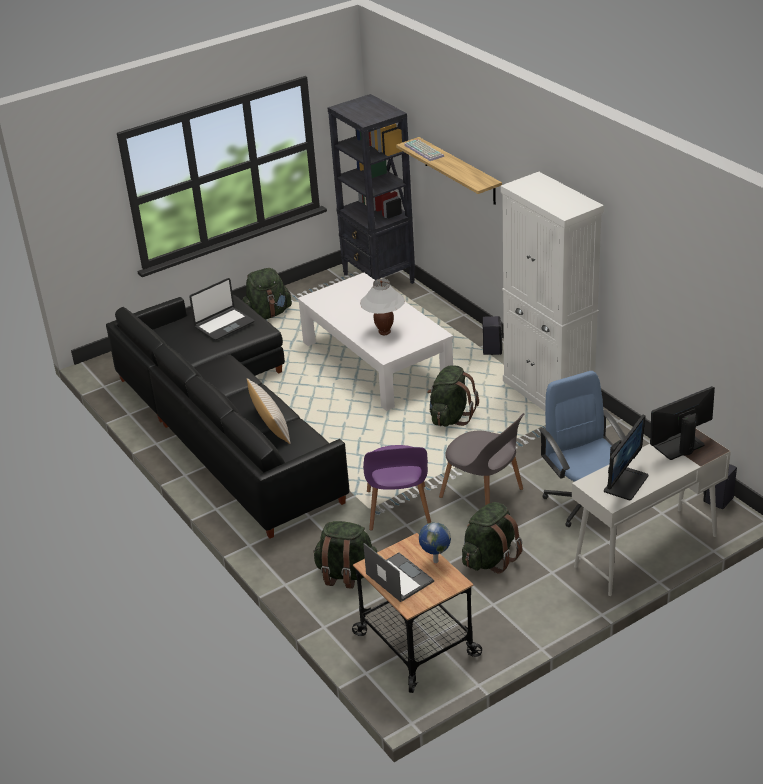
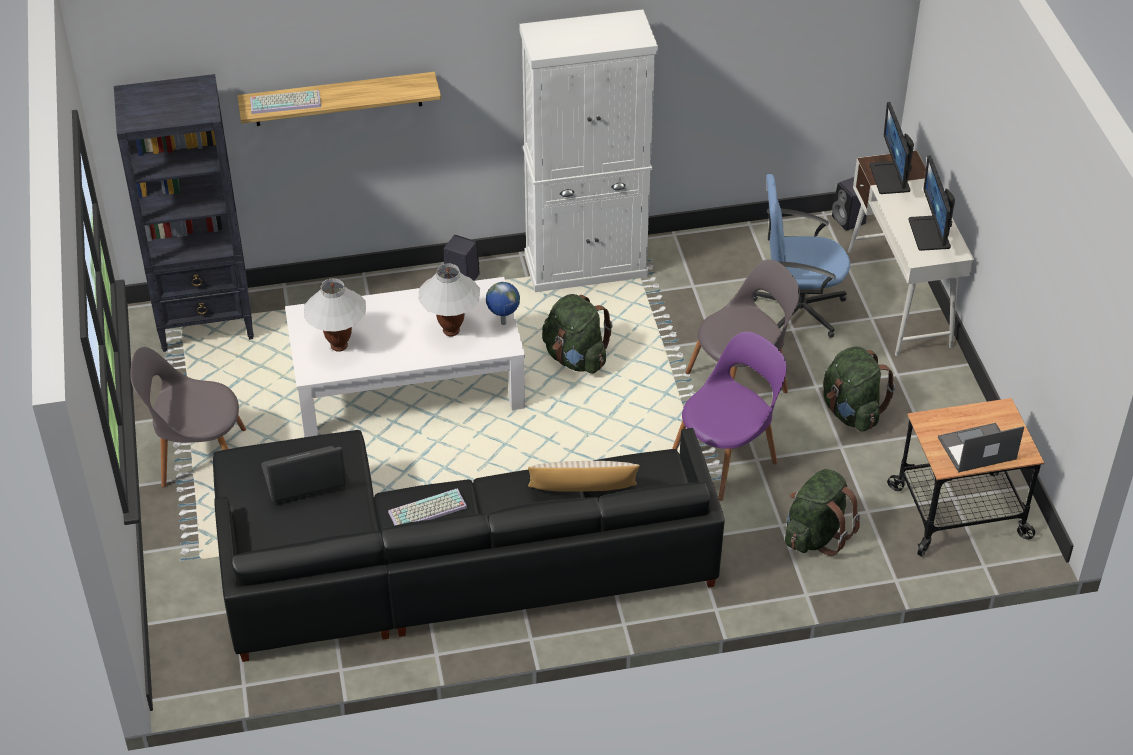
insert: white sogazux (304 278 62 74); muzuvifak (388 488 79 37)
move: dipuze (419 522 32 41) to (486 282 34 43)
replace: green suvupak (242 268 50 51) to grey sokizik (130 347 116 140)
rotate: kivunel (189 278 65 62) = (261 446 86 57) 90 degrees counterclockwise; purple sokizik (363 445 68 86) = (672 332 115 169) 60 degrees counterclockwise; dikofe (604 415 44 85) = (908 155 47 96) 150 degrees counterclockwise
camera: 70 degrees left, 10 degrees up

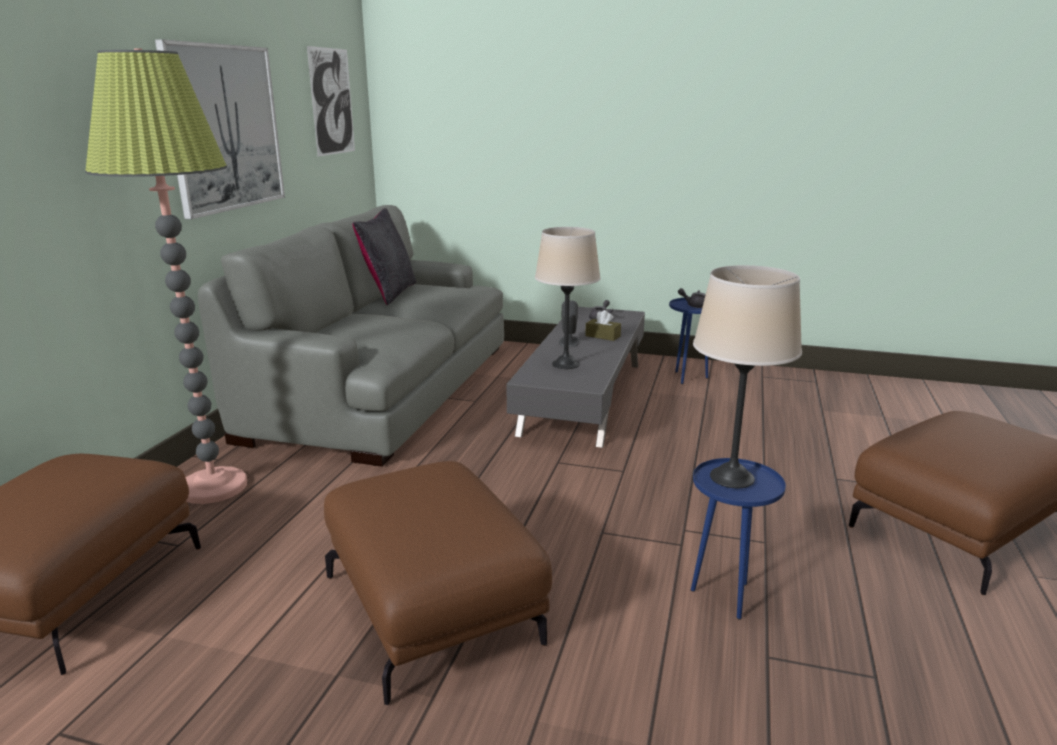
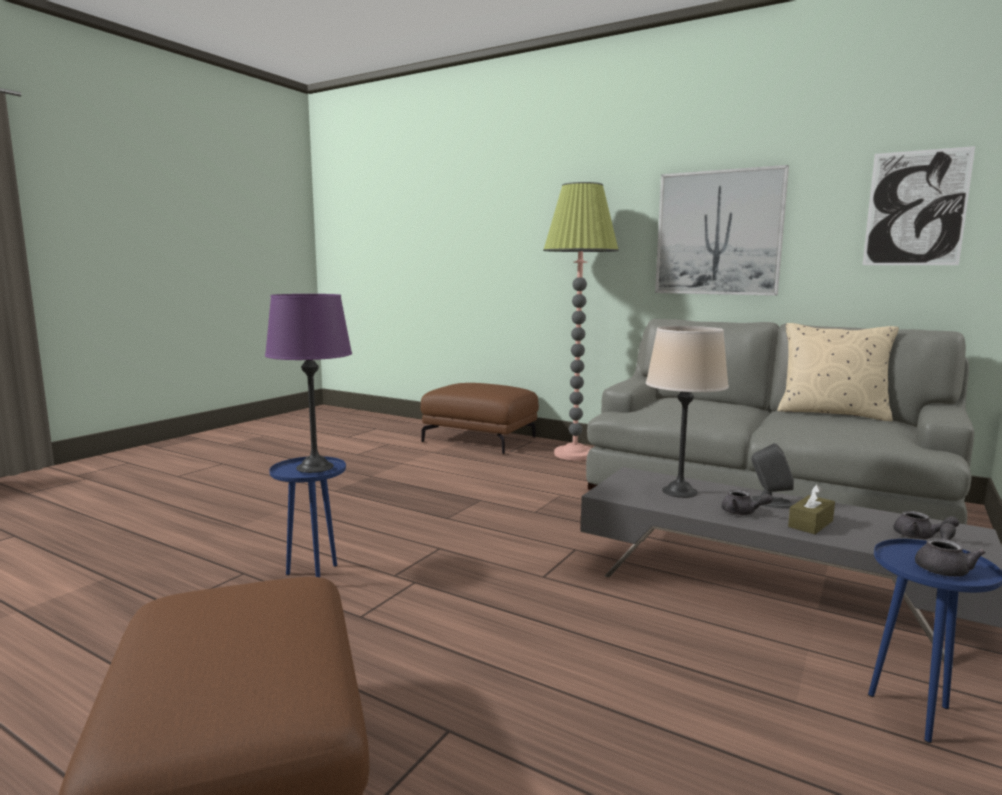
delete: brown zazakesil (324 461 228 244)
insert: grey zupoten (721 490 52 25)
recolor: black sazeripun (353 208 63 97) to beige sazeripun (777 323 122 98); beige sogazux (693 265 109 223) to purple sogazux (265 294 87 179)
camera: 105 degrees right, 10 degrees down

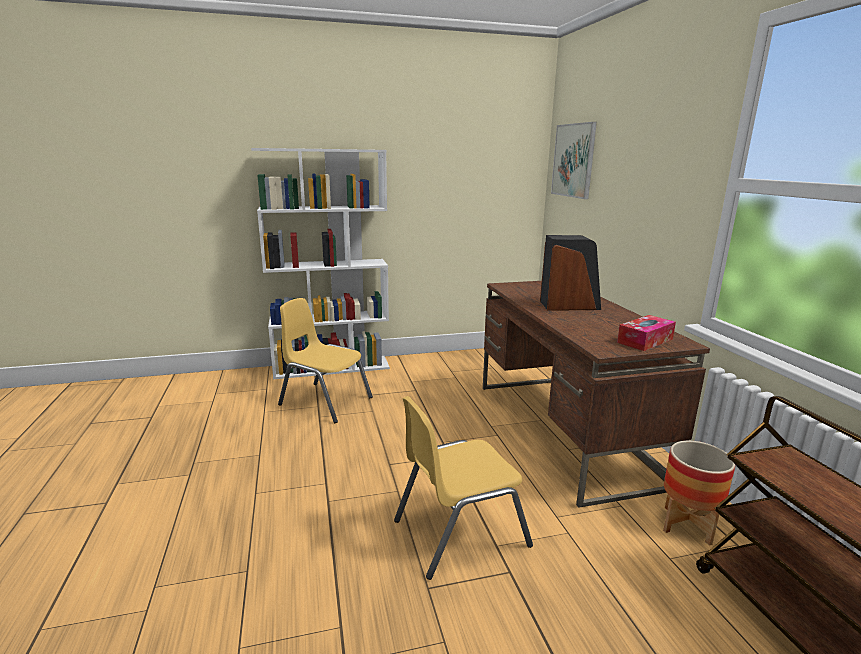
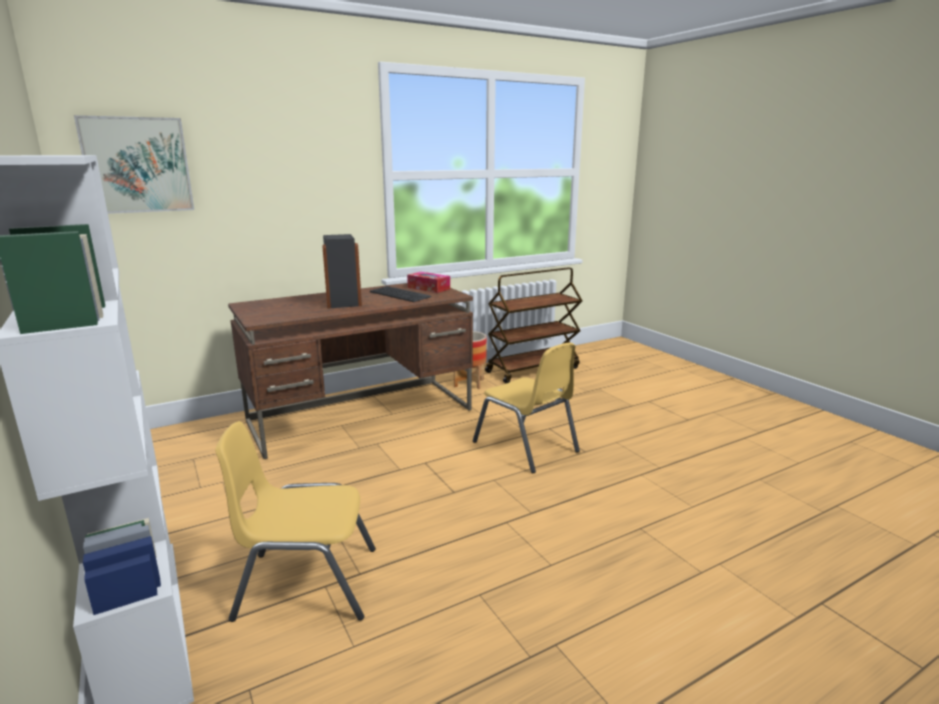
insert: muzuvifak (370 286 61 16)
rotate: yellow sokizik (278 298 95 125) = (215 421 161 201) 75 degrees clockwise
camera: 105 degrees left, 0 degrees up

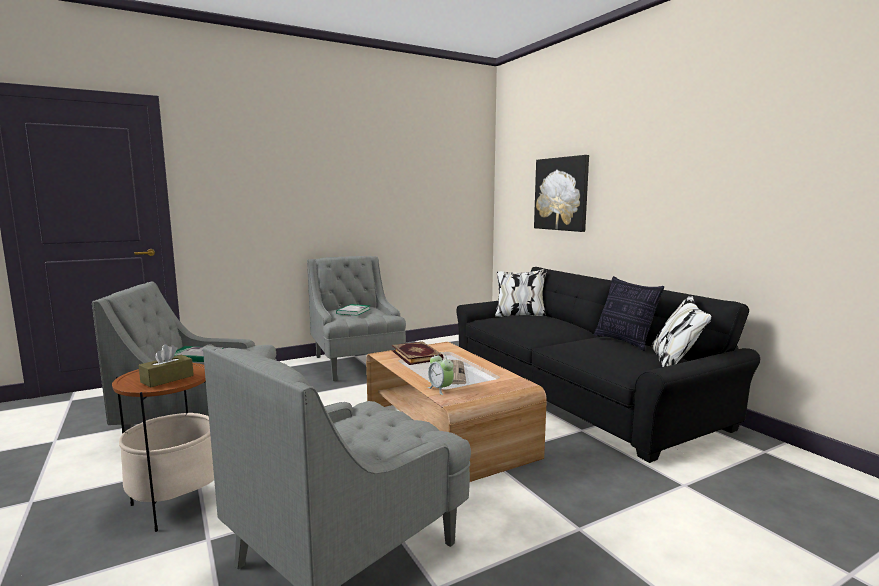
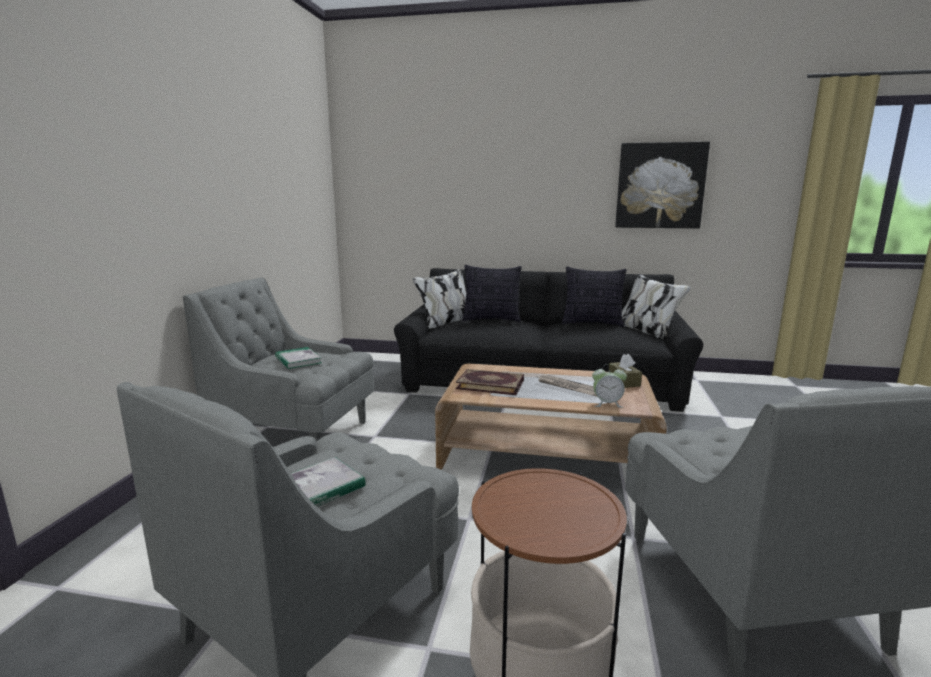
insert: sazeripun (462 265 60 57)
move: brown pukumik (138 344 56 43) to (609 354 33 34); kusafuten (534 155 55 77) to (615 142 95 87)
camera: 50 degrees left, 5 degrees up

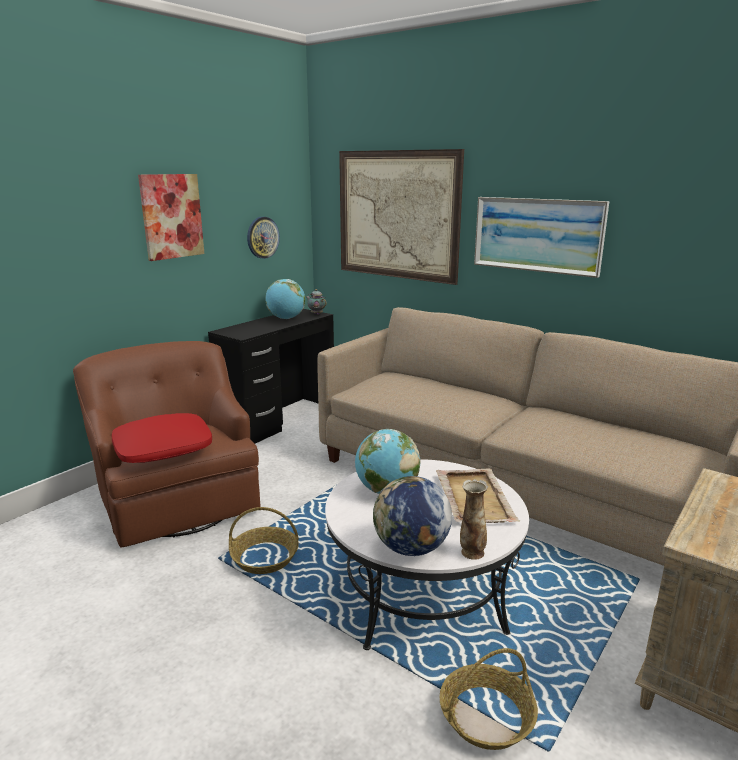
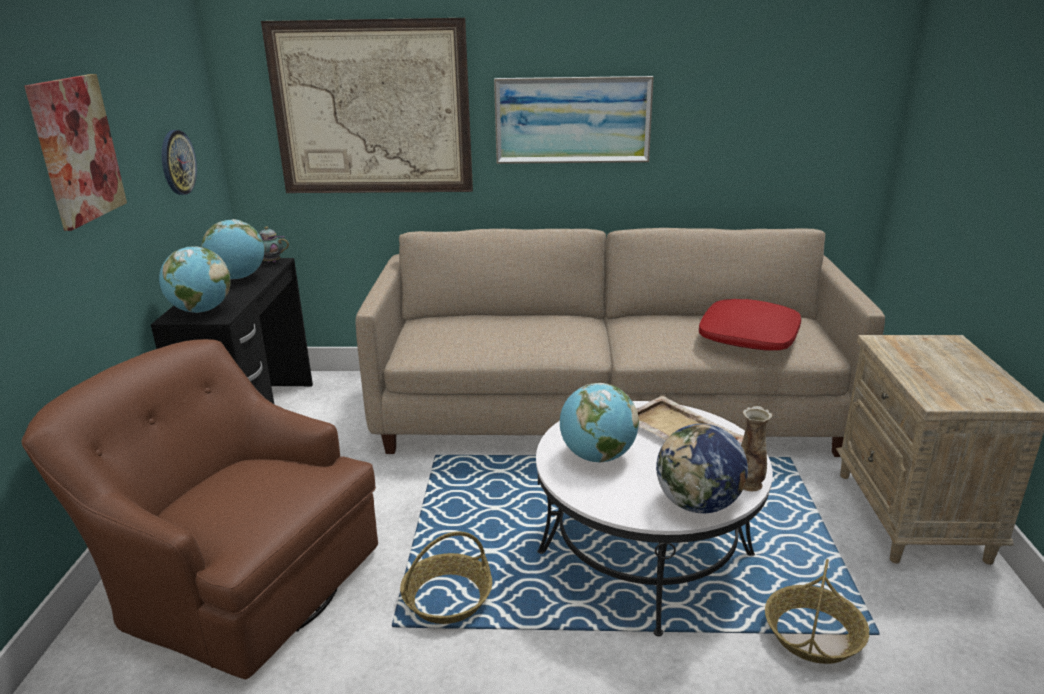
insert: dipuze (159 246 72 67)
move: red sazeripun (111 413 101 50) to (699 299 102 52)
camera: 35 degrees left, 5 degrees up

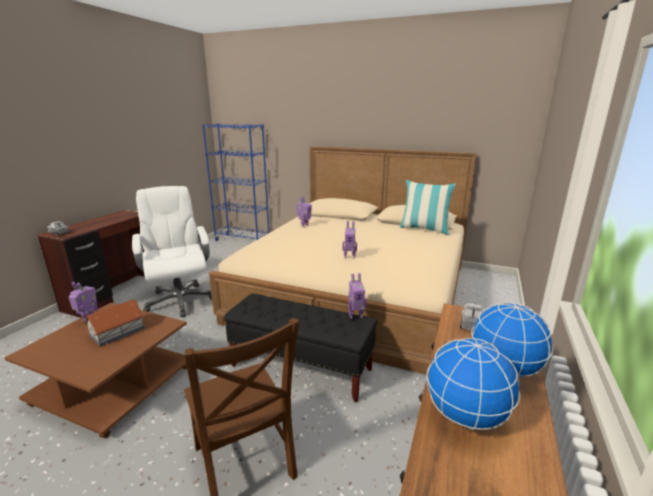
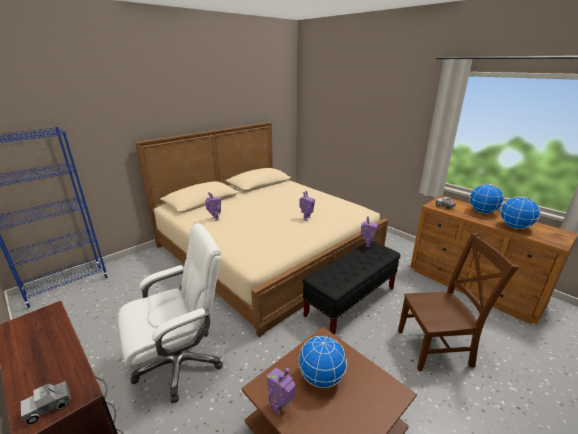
delete: sazeripun (400 180 56 55)
replace: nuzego (84 299 61 48) to dipuze (298 336 49 52)
rotate: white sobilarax (132 186 80 131) = (118 223 105 180) 150 degrees clockwise
camera: 65 degrees left, 5 degrees up

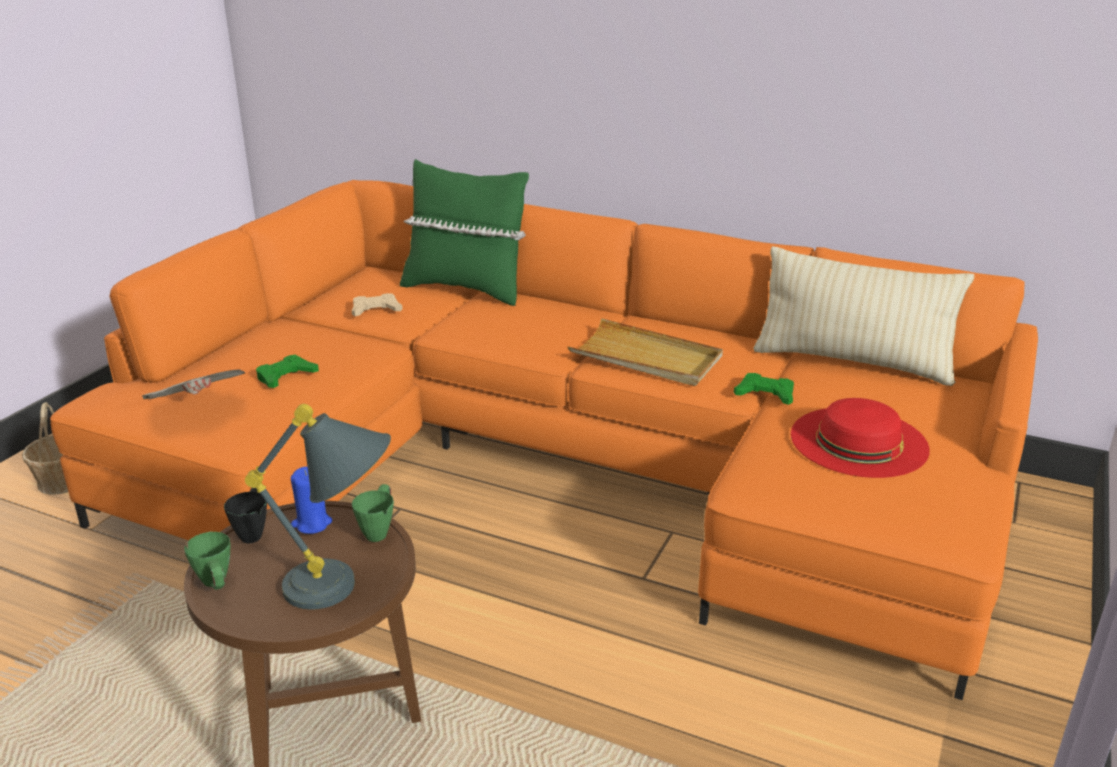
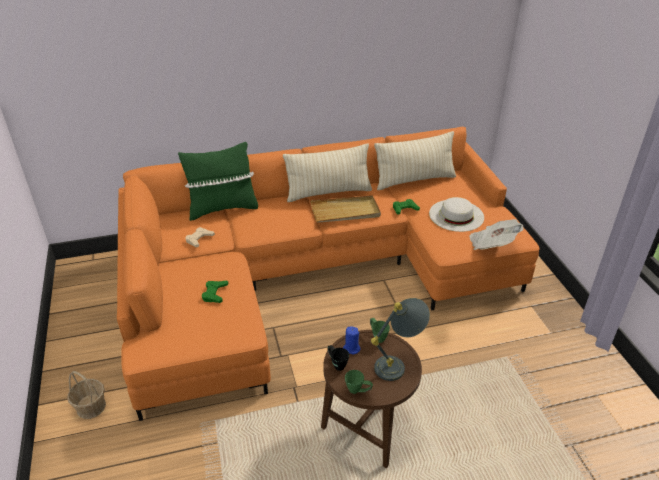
insert: beige sazeripun (283 143 89 59)
move: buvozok (141 369 104 30) to (469 219 54 31)
recolor: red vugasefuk (791 398 139 80) to white vugasefuk (429 197 55 35)
camera: 40 degrees left, 10 degrees up

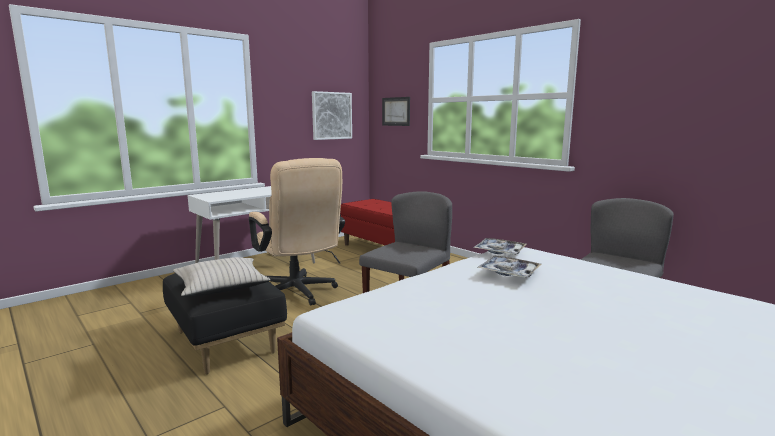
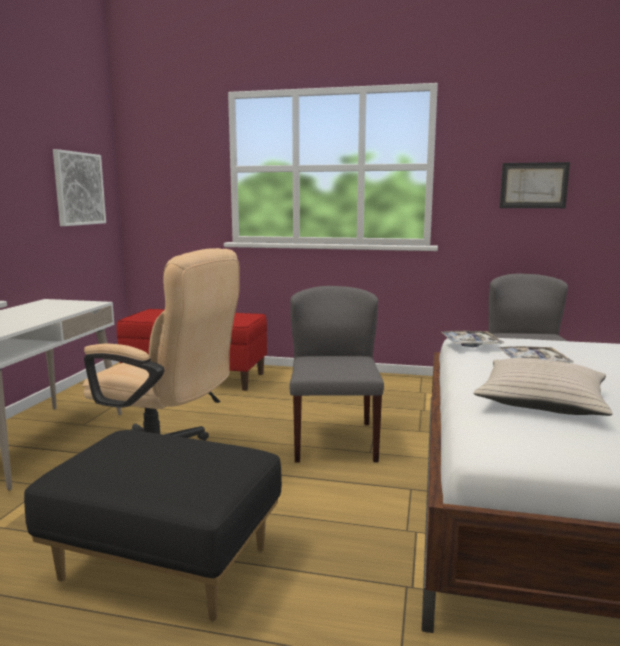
move: beige sazeripun (173 257 98 40) to (474 358 139 58); kusafuten (382 97 28 29) to (500 162 70 46)
camera: 35 degrees left, 0 degrees up

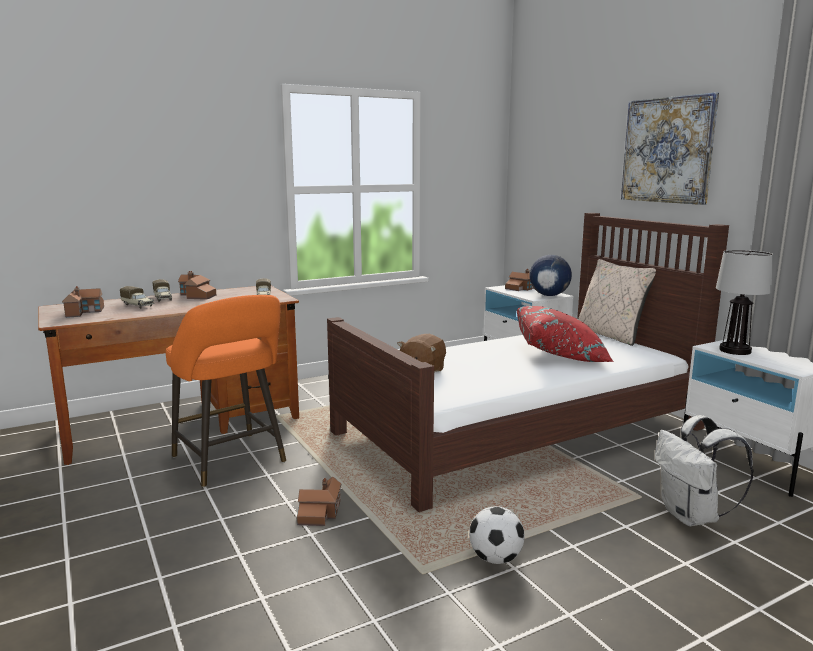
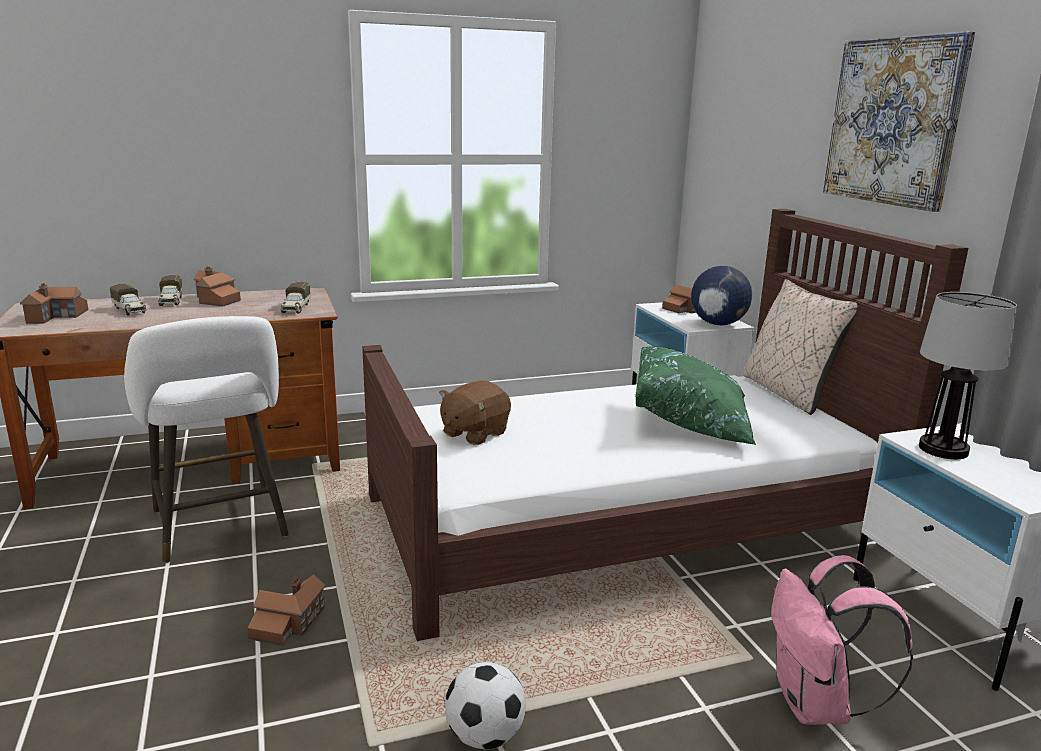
recolor: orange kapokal (166 295 120 192) to white kapokal (124 316 165 247); red sazeripun (516 306 98 56) to green sazeripun (635 346 121 99); white suvupak (655 415 99 111) to pink suvupak (771 555 142 170)
camera: 10 degrees right, 5 degrees up

